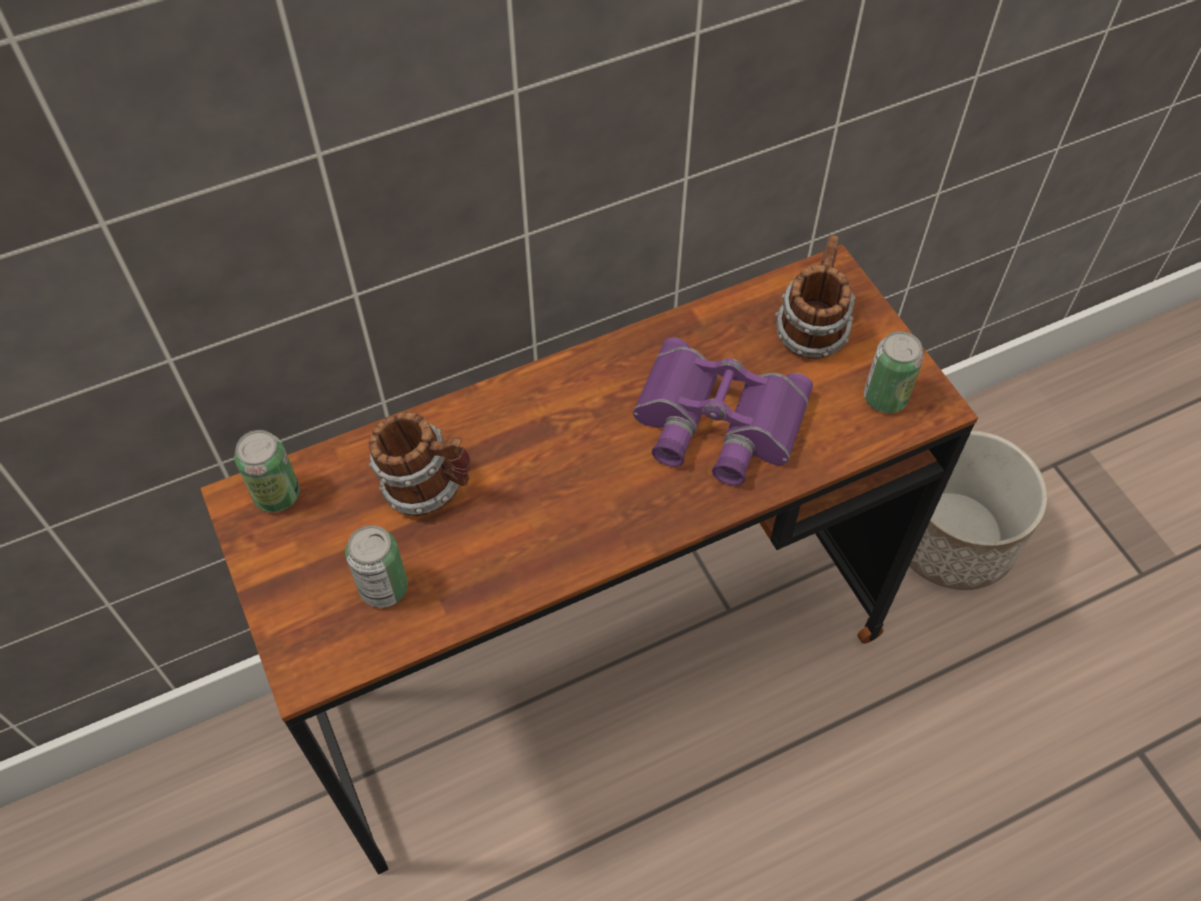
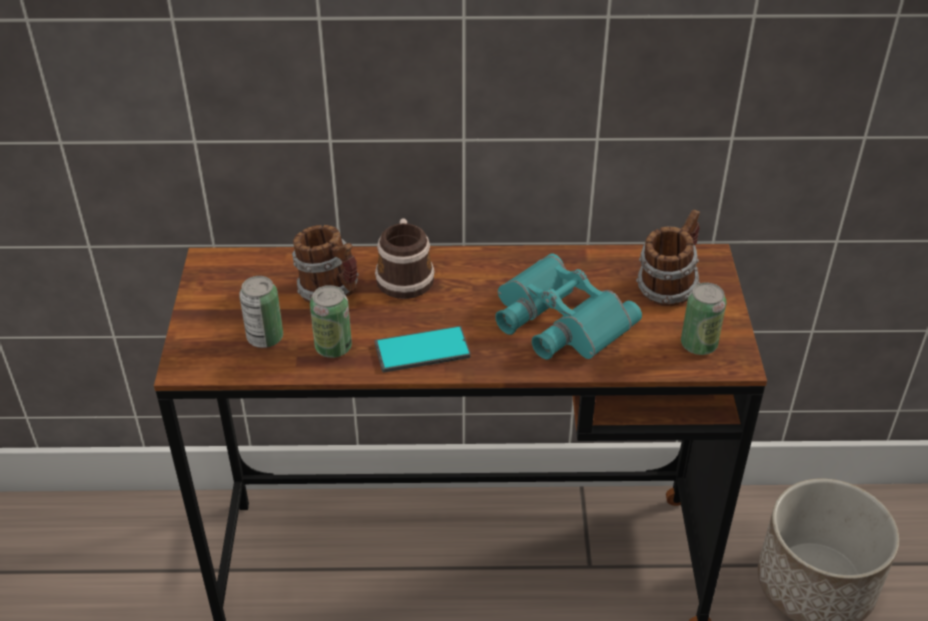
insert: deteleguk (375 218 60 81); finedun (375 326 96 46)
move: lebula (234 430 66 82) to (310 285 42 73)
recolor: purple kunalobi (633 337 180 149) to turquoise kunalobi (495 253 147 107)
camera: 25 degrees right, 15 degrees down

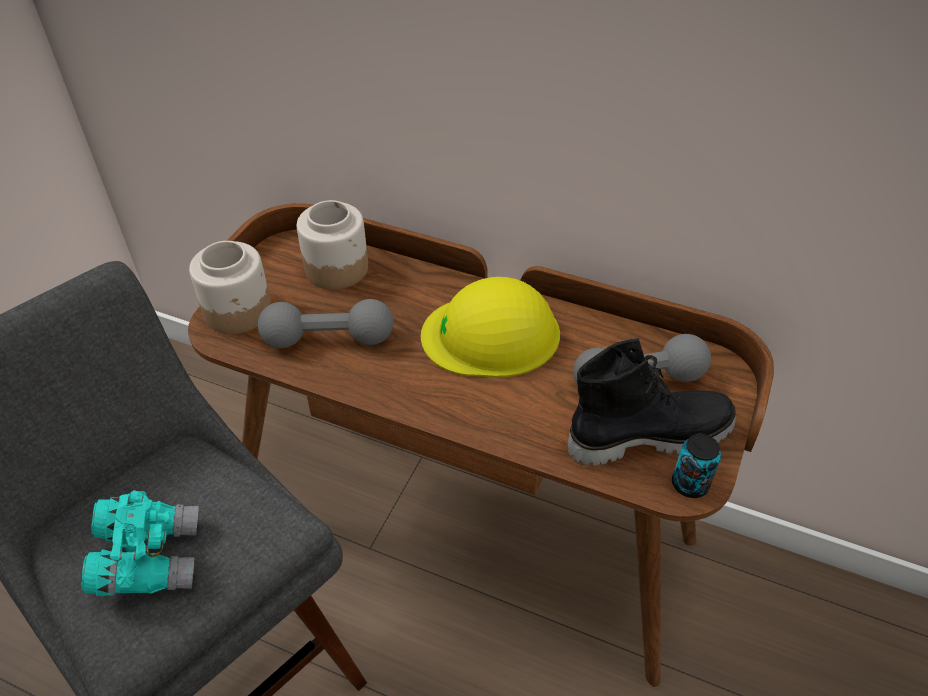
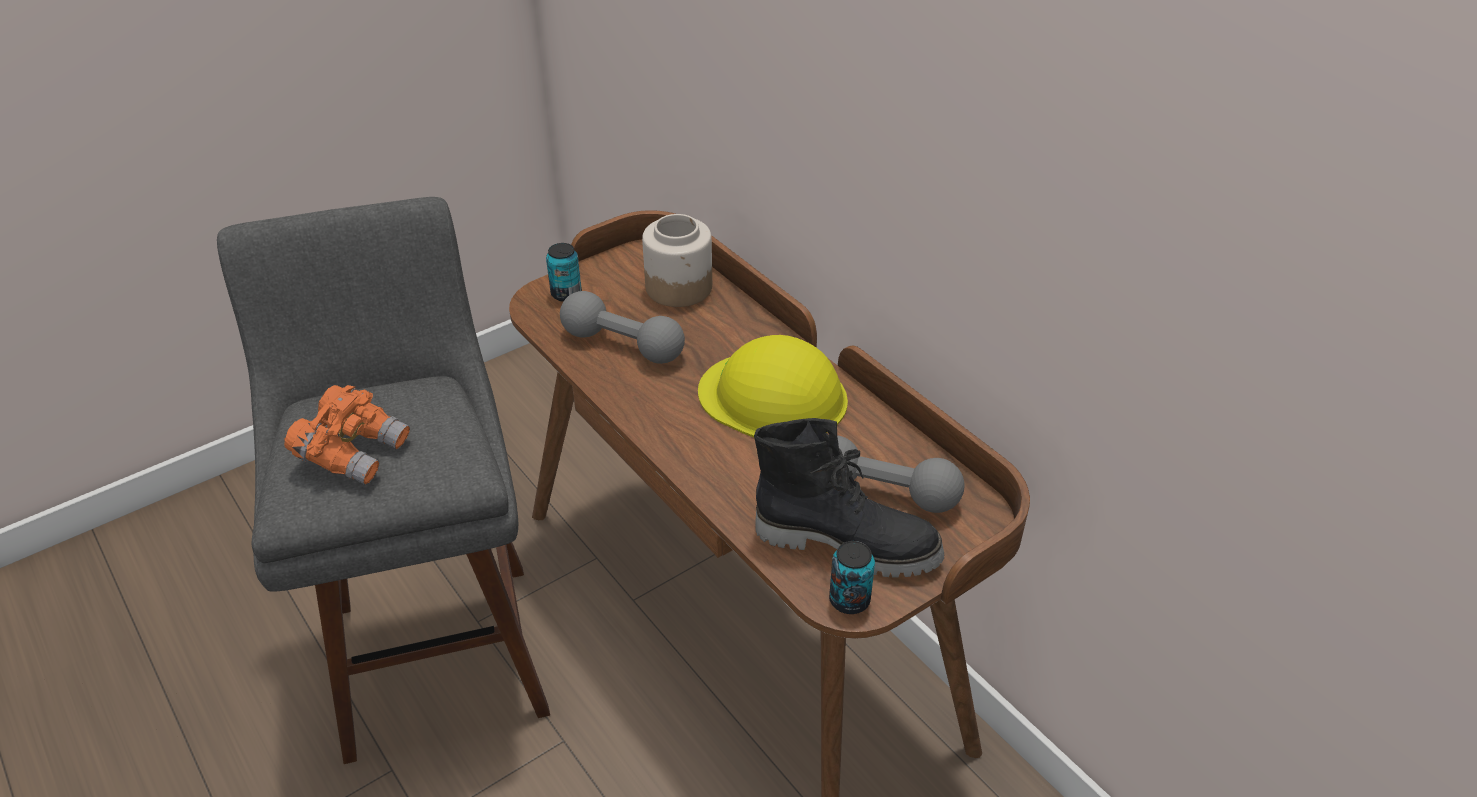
replace: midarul (189 241 82 93) to lebula (546 243 36 59)
recolor: turquoise kunalobi (81 490 118 106) to orange kunalobi (284 385 126 100)
camera: 30 degrees right, 5 degrees down

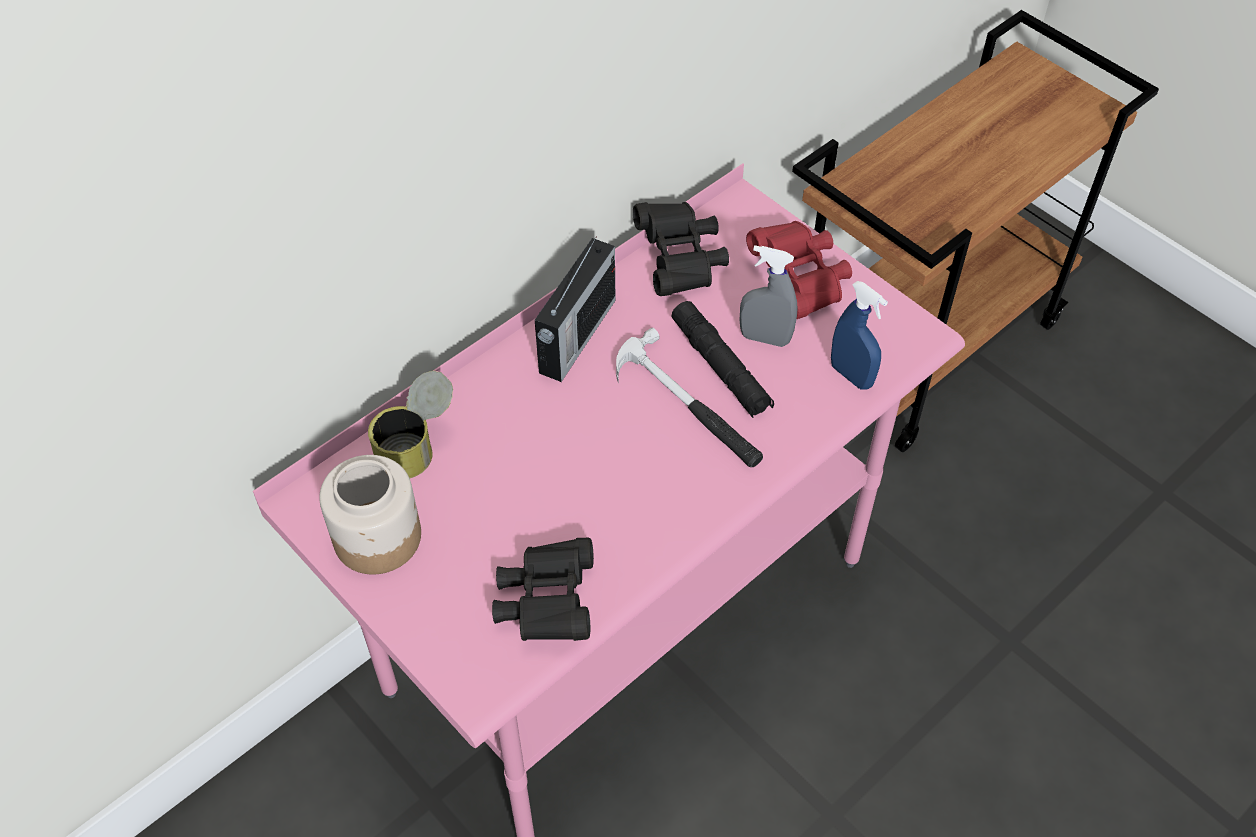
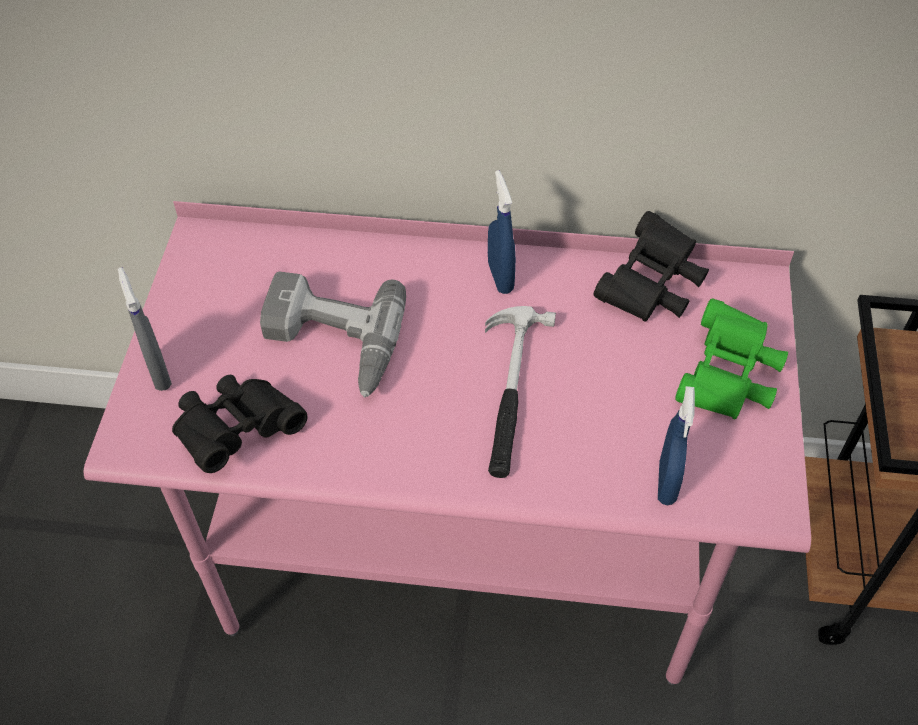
delete: midarul (319 455 102 119); lebula (368 371 85 107); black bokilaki (671 301 103 117)
insert: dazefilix (260 271 146 126)
move: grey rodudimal (740 245 58 102) to (118 267 54 124)
replace: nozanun (535 236 81 146) to blue rodudimal (488 170 28 124)
recolor: red kunalobi (746 221 106 98) to green kunalobi (675 298 113 121)
camera: 50 degrees right, 0 degrees up

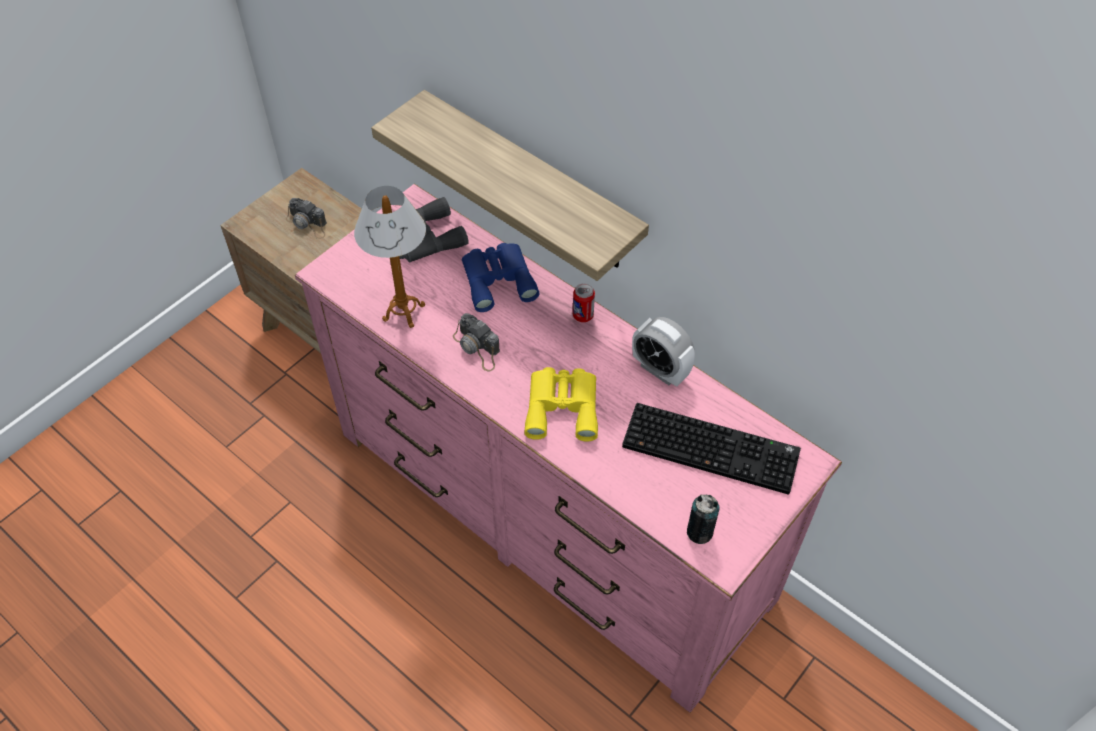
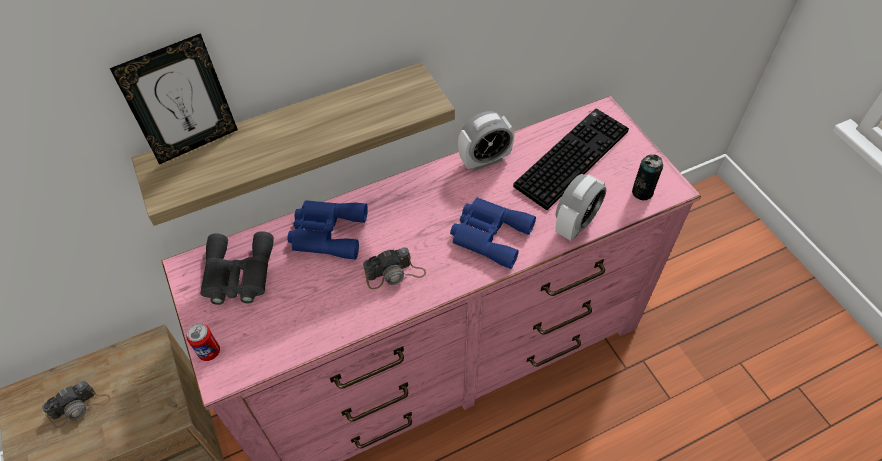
delete: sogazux (354 186 72 142)
insert: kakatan (110 33 128 131); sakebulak (555 174 51 67)
move: lebula (573 283 22 39) to (186 323 34 38)
recolor: yellow kunalobi (524 367 74 75) to blue kunalobi (450 197 86 72)
camera: 65 degrees left, 0 degrees up

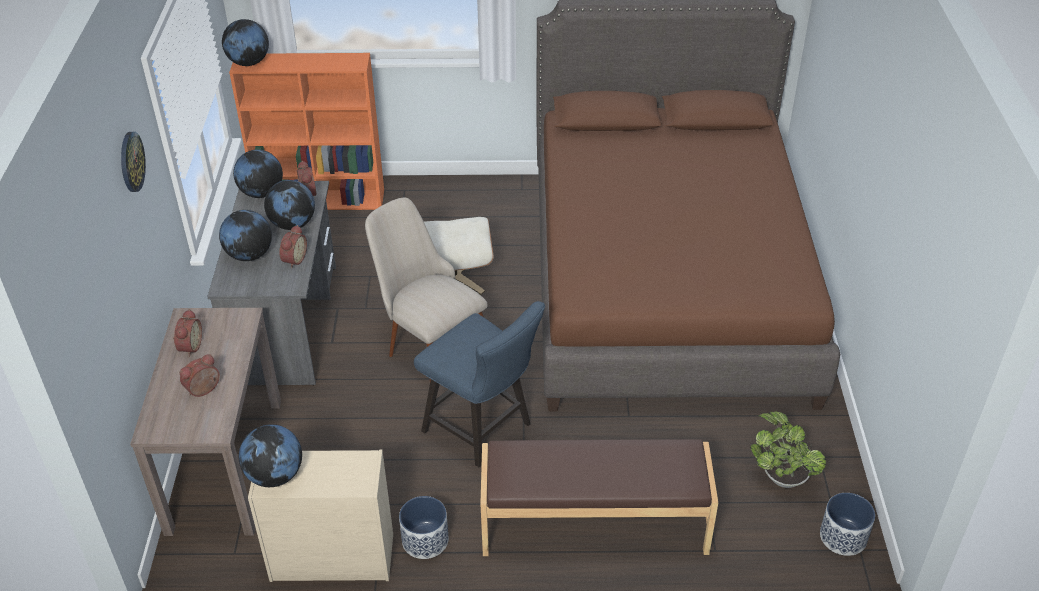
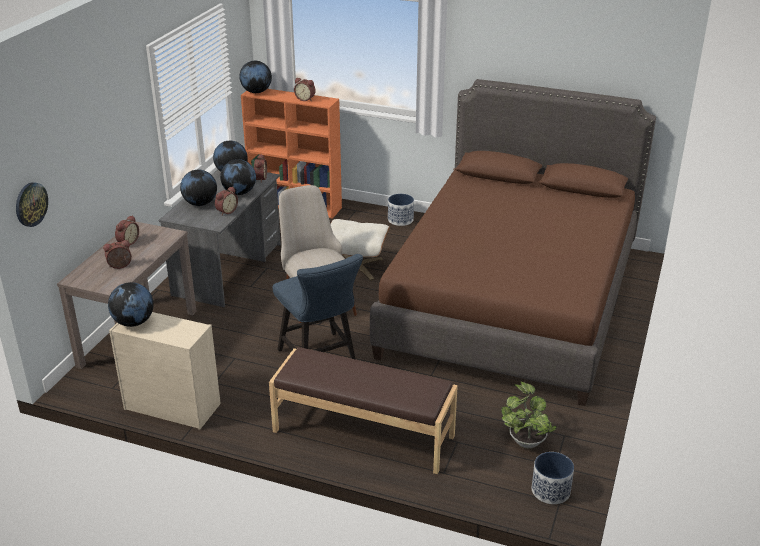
insert: sakebulak (294 78 22 23)
move: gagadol (121 132 25 60) to (16 182 32 45); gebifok (399 496 50 63) to (388 194 26 32)
camera: 20 degrees right, 10 degrees down

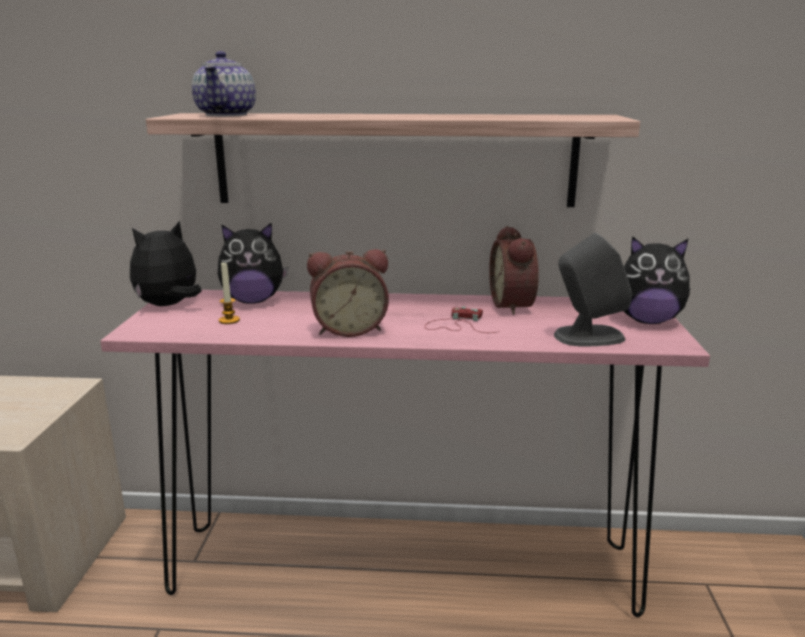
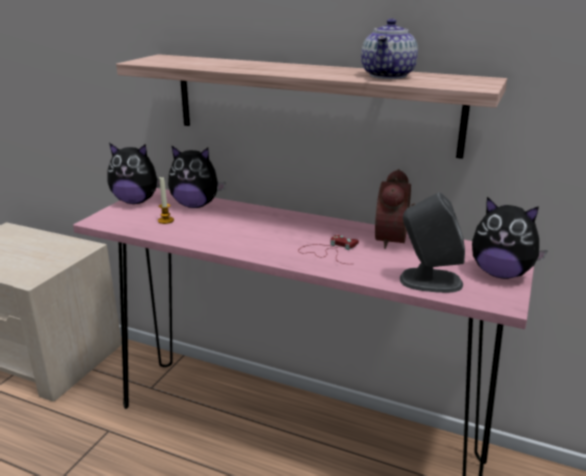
delete: sakebulak (307 249 82 88)
move: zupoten (192 51 64 65) to (361 18 57 61)
rotate: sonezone (130 221 72 85) = (107 143 58 61) 150 degrees counterclockwise
camera: 20 degrees right, 5 degrees up

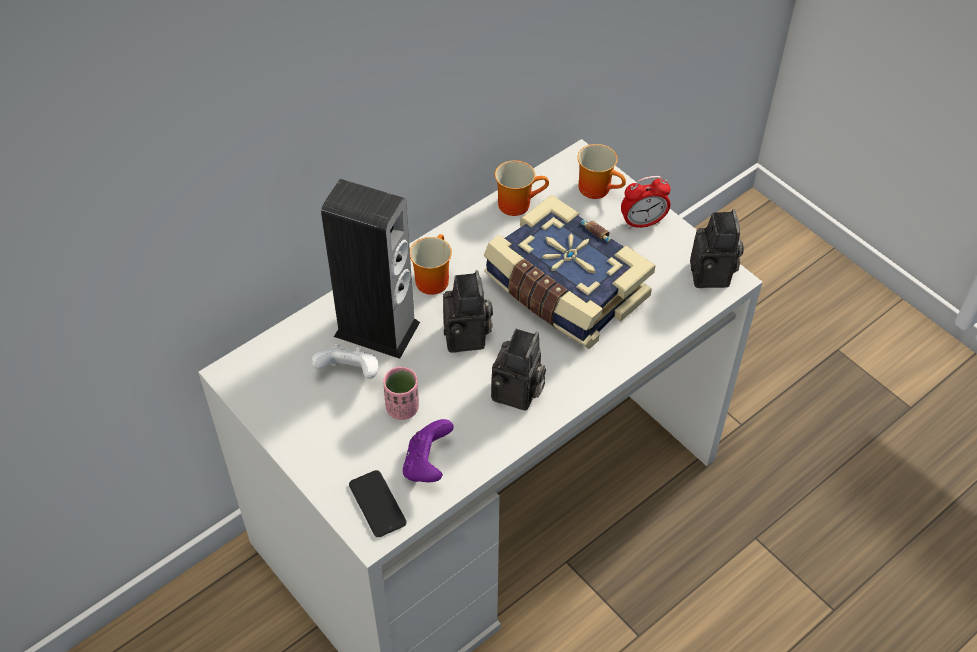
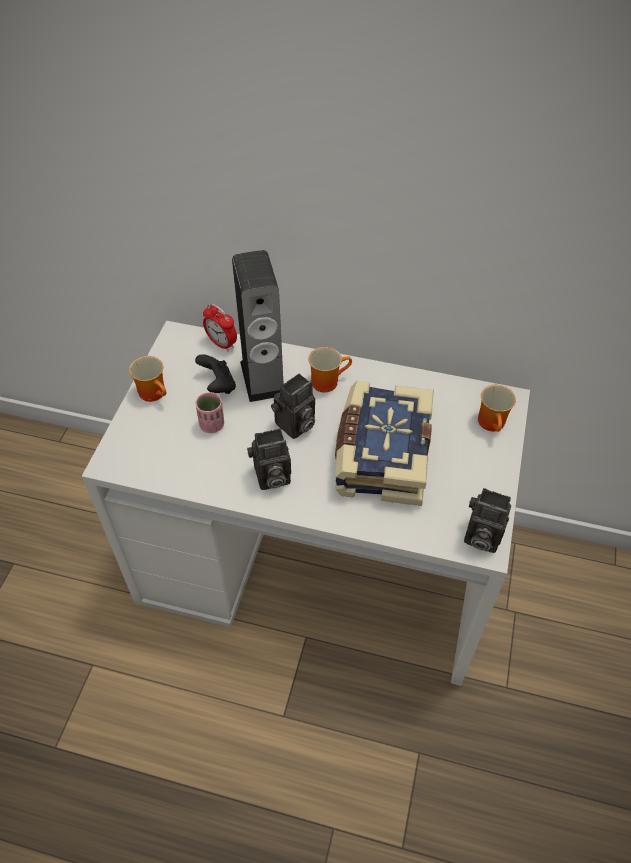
delete: finedun (349 470 58 67); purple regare (403 419 51 63)
move: deteleguk (495 160 54 56) to (129 356 37 46); sakebulak (621 176 50 53) to (203 304 34 47)
recolor: white regare (311 343 68 36) to black regare (195 354 41 40)
rotate: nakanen (690 209 54 79) = (464 488 47 65) 60 degrees clockwise
camera: 55 degrees right, 0 degrees up

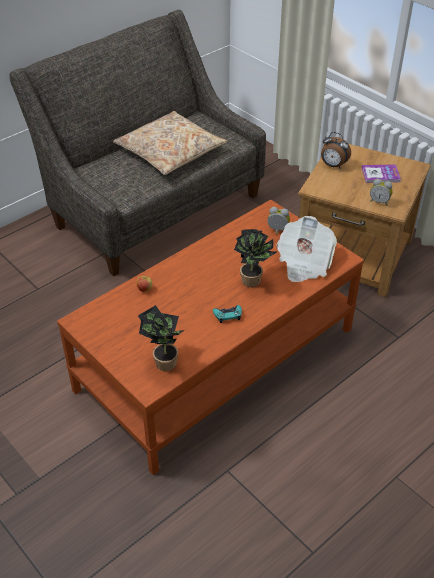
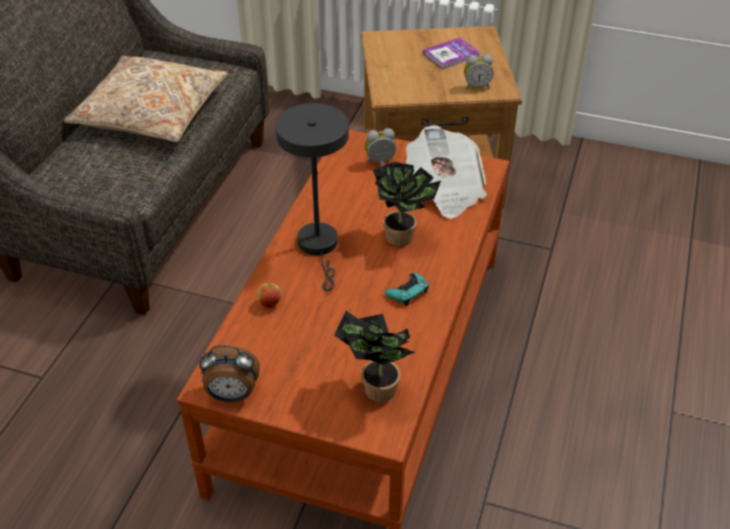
insert: grey sogazux (275 103 74 188)
move: sakebulak (321 132 30 36) to (199 345 61 57)
camera: 30 degrees left, 0 degrees up

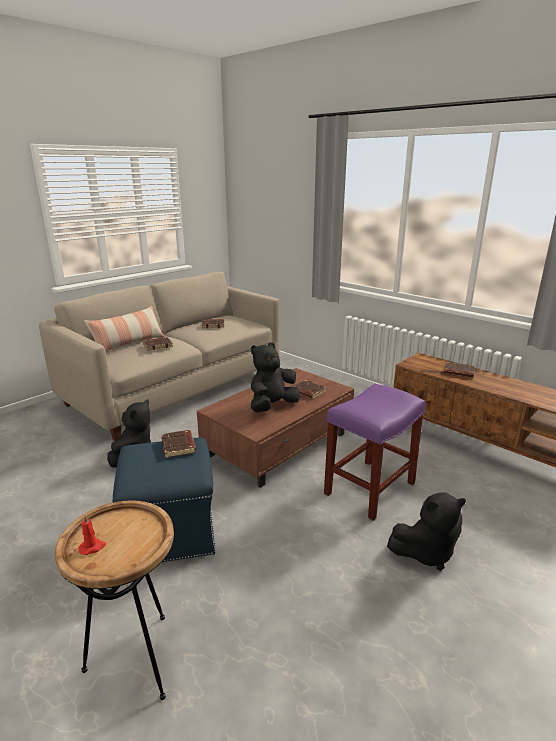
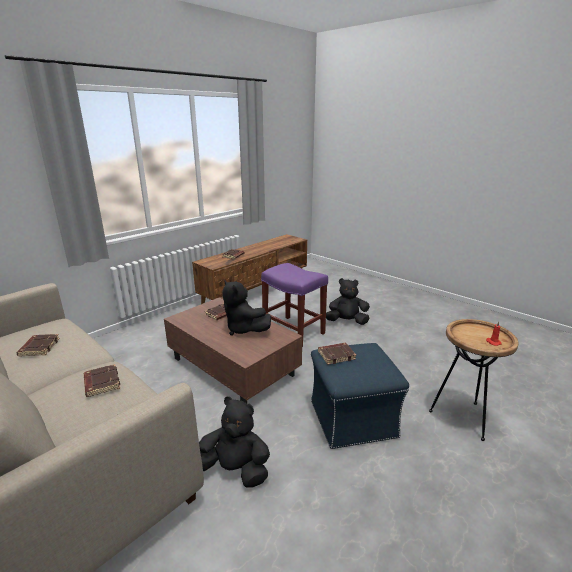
delete: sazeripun (84 306 81 45)
rotate: black sonezone (387 492 79 79) = (326 278 44 47) 75 degrees counterclockwise
camera: 90 degrees left, 0 degrees up

